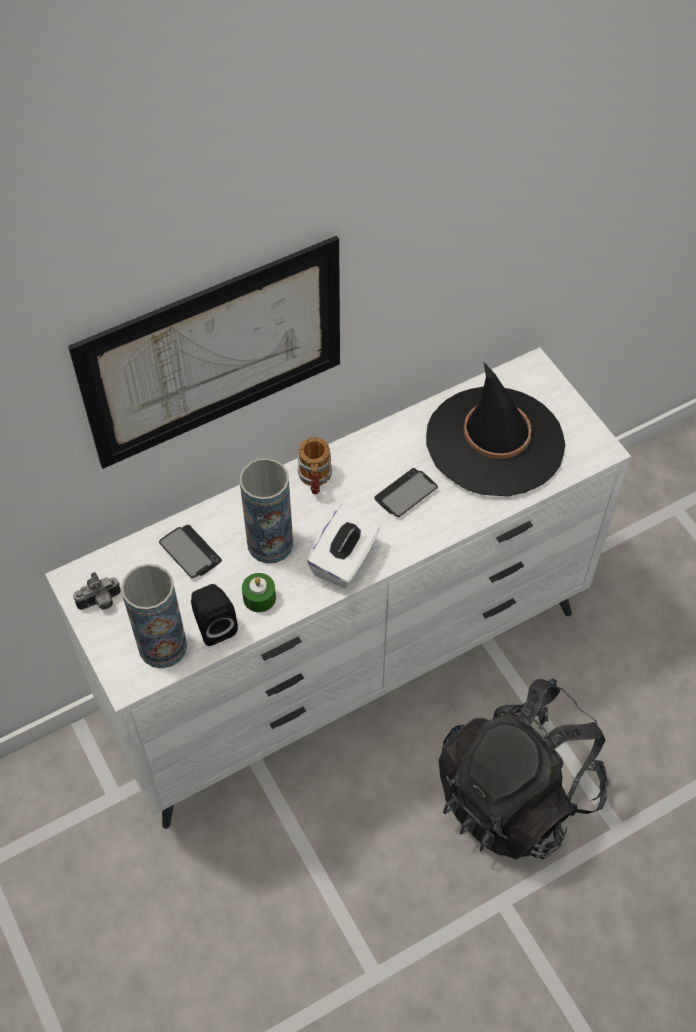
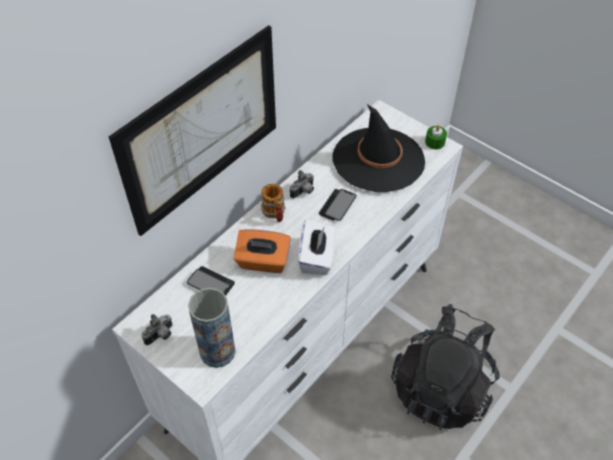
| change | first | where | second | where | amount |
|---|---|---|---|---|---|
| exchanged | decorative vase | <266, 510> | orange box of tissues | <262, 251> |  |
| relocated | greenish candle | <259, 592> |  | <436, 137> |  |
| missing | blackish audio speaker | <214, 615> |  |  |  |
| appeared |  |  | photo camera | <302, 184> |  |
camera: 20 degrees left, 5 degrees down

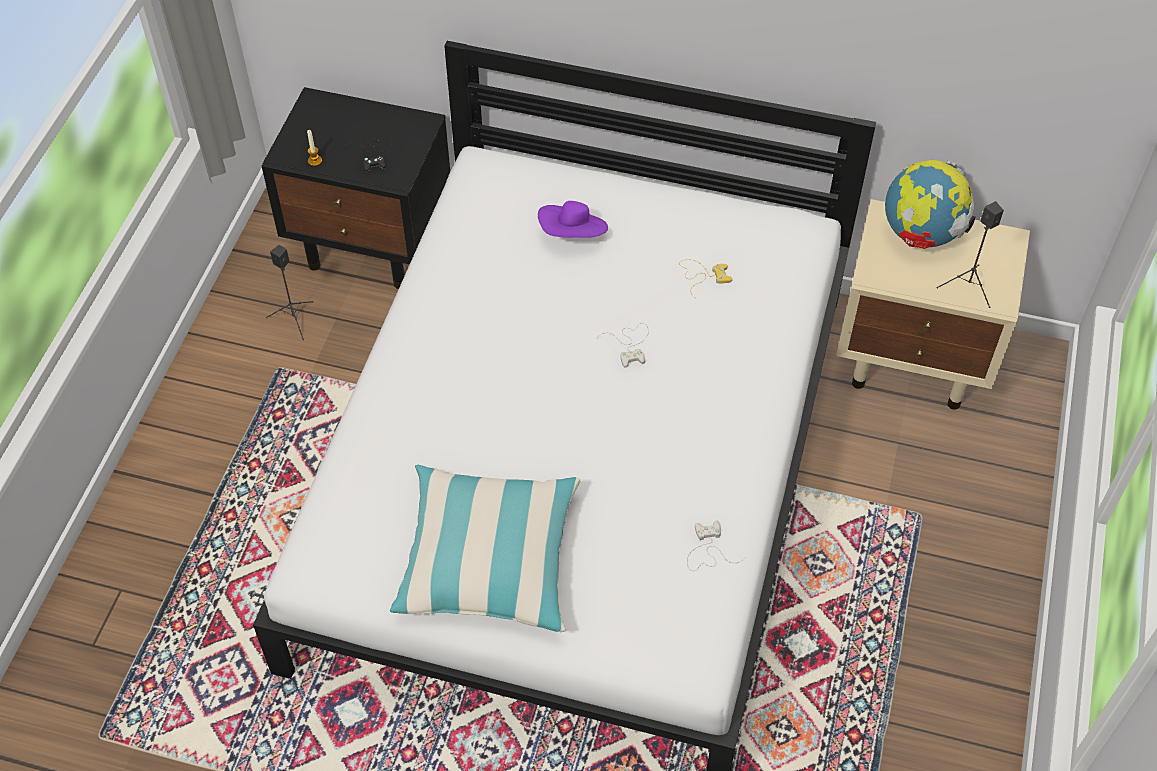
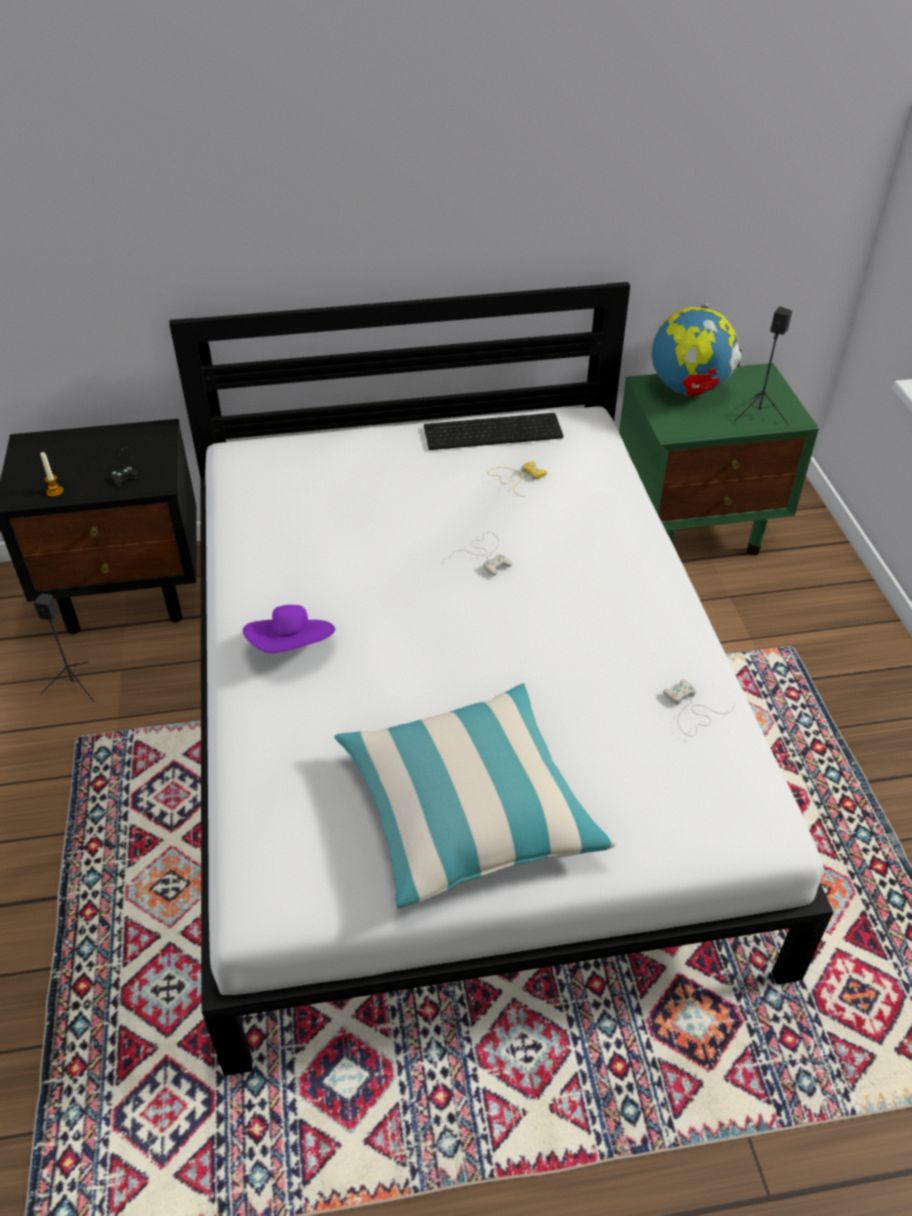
| change | first | where | second | where | amount |
|---|---|---|---|---|---|
| colour | beige-coloured bedside table | <933, 304> | greenish bedside table | <719, 459> |  |
| relocated | purple-coloured clothing hat | <573, 219> |  | <289, 629> |  |
| appeared |  |  | PC keyboard | <493, 431> |  |
camera: 25 degrees left, 10 degrees down

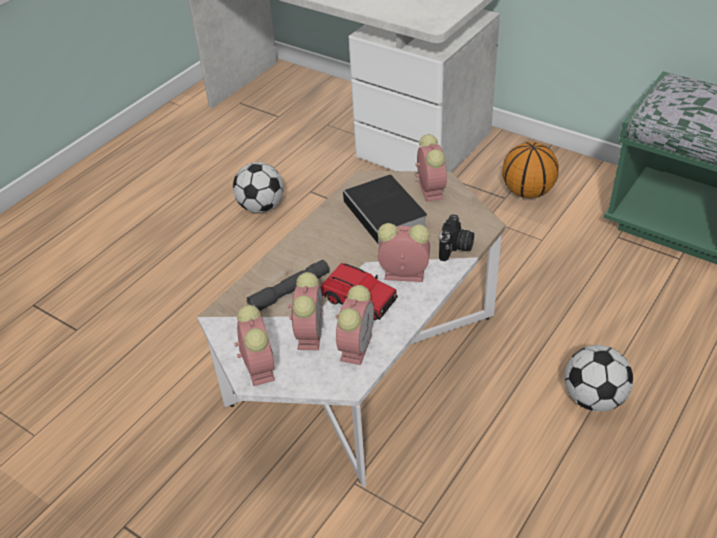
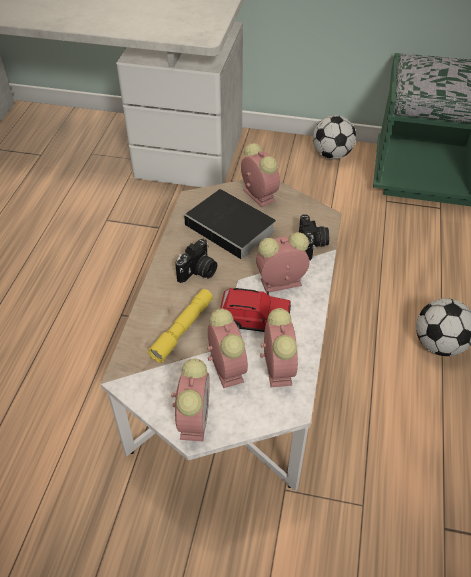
| change | first | where | second | where | amount |
|---|---|---|---|---|---|
| missing | ball for basketball | <530, 170> |  |  |  |
| relocated | football | <258, 187> |  | <334, 137> |  |
| colour | greyish hand torch | <288, 285> | yellow hand torch | <180, 326> |  |
| spun | table clock | <255, 345> |  | <190, 399> | 45 degrees clockwise |
| appeared |  |  | photo camera | <196, 261> |  |
camera: 25 degrees left, 5 degrees up

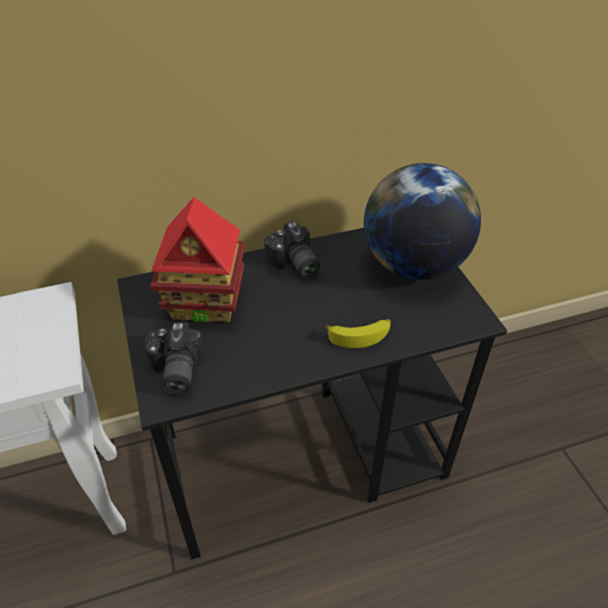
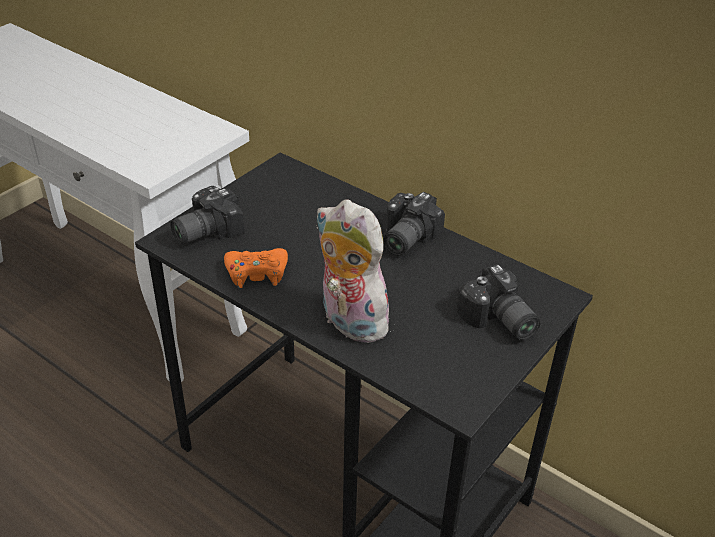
| change | first | where | second | where | amount |
|---|---|---|---|---|---|
| exchanged | desk globe | <422, 221> | photo camera | <498, 302> |  |
| missing | toy house | <197, 259> |  |  |  |
| exchanged | banana fruit | <358, 333> | soft toy | <356, 271> |  |
| appeared |  |  | orange joypad | <256, 268> |  |
camera: 55 degrees right, 5 degrees down

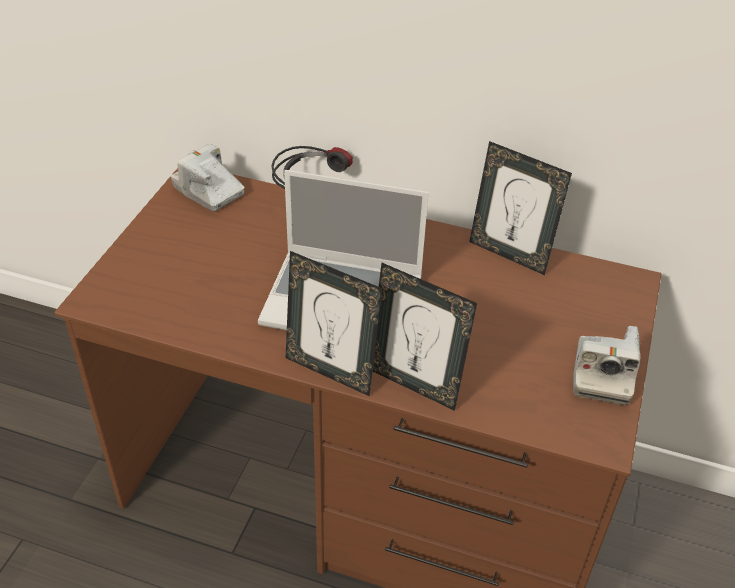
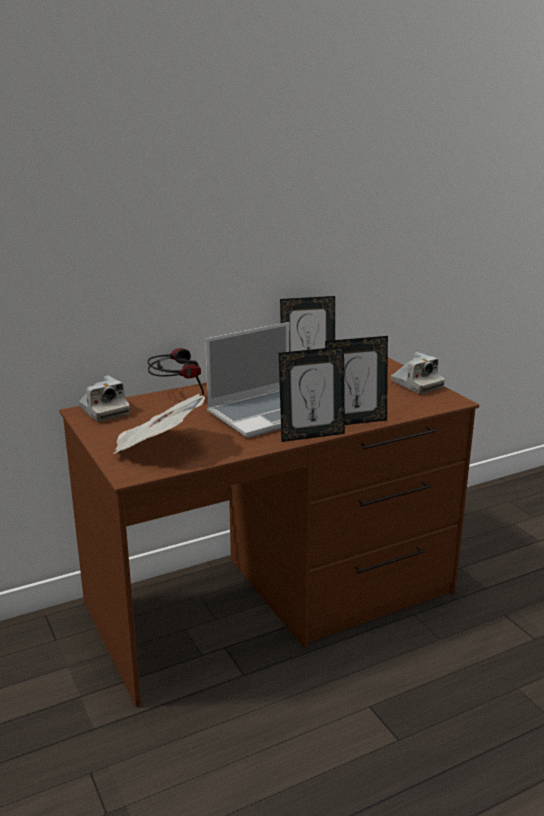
| change | first | where | second | where | amount |
|---|---|---|---|---|---|
| spun | photo camera | <208, 177> |  | <104, 398> | 120 degrees counterclockwise |
| appeared |  |  | daily paper | <159, 424> |  |
camera: 45 degrees left, 20 degrees down

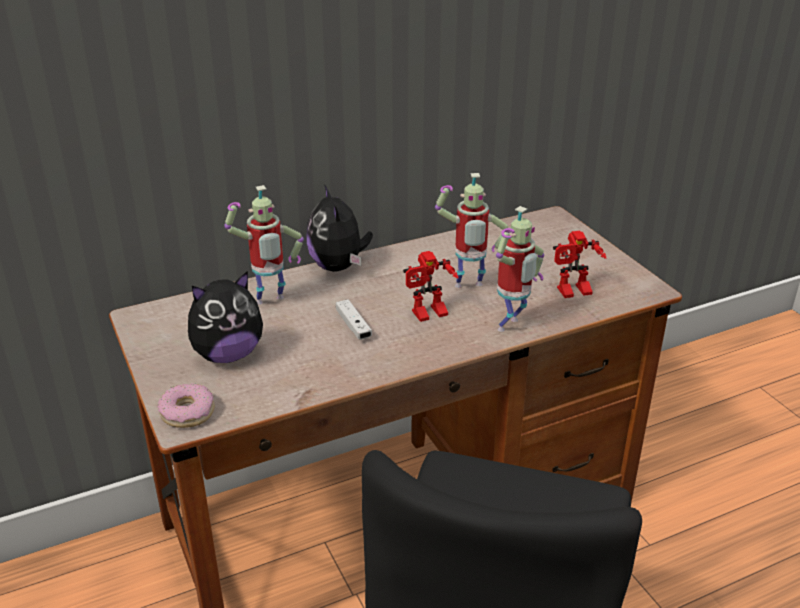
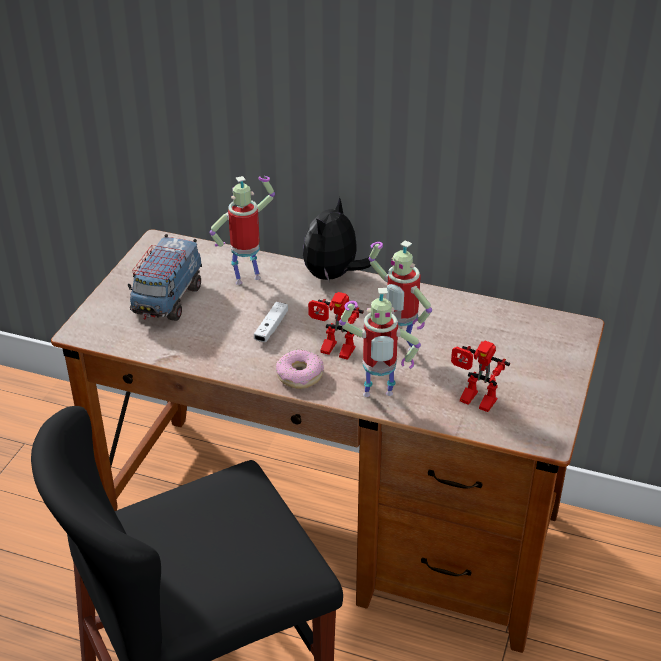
| change | first | where | second | where | amount |
|---|---|---|---|---|---|
| spun | toy robot | <264, 245> |  | <242, 230> | 135 degrees clockwise |
| exchanged | soft toy | <225, 317> | toy truck | <165, 277> |  |
| relocated | donut | <186, 405> |  | <300, 369> |  |
camera: 45 degrees right, 5 degrees up

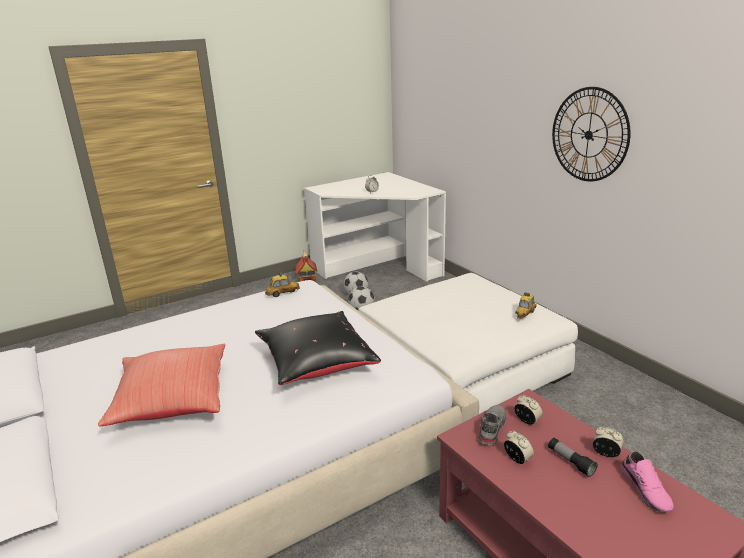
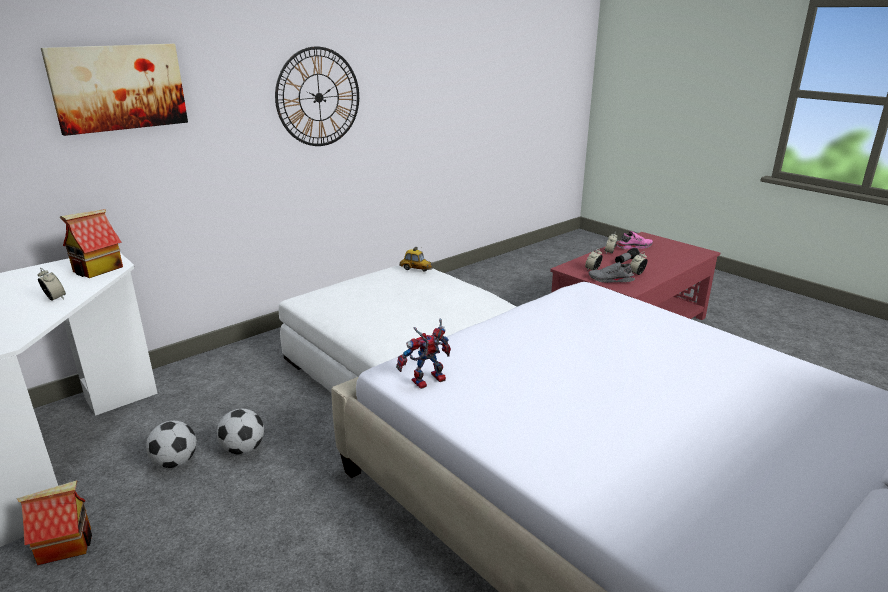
| change | first | where | second | where | amount |
|---|---|---|---|---|---|
| exchanged | model car | <282, 284> | toy robot | <423, 354> |  |
| missing | blackish pillow | <318, 348> |  |  |  |
| missing | red-coloured pillow | <161, 385> |  |  |  |
| appeared |  |  | picture | <114, 90> |  |
| appeared |  |  | toy house | <91, 243> |  |
camera: 100 degrees left, 0 degrees up

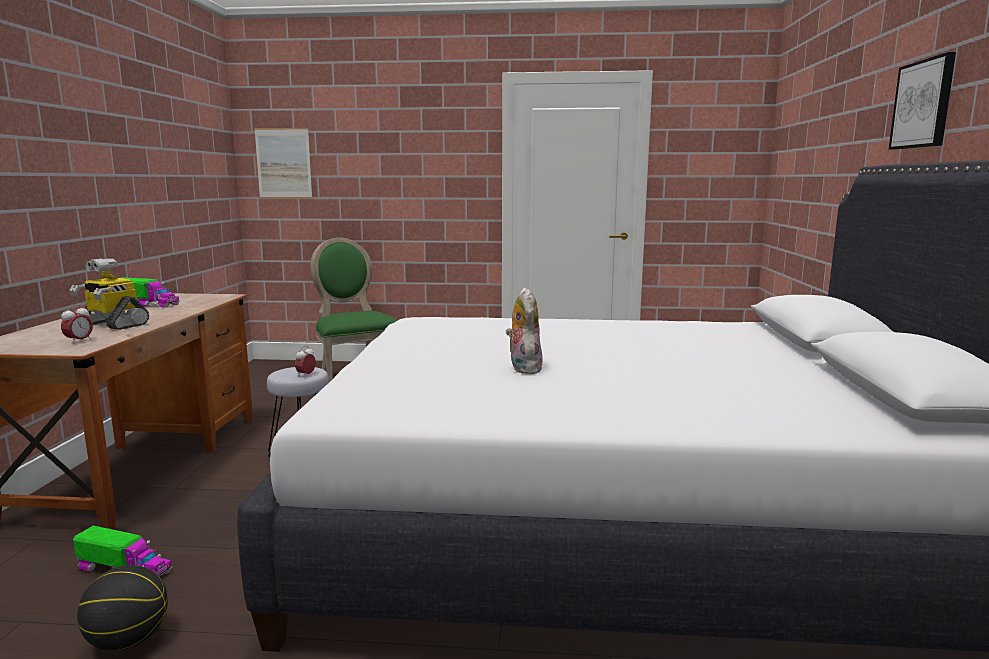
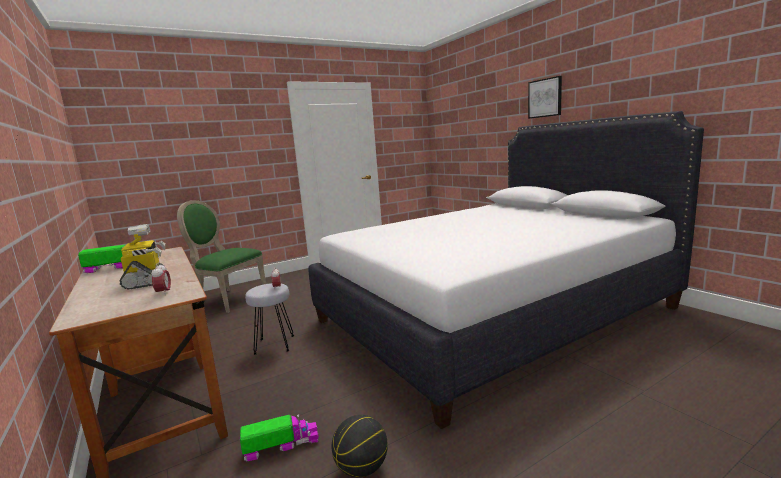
| change | first | where | second | where | amount |
|---|---|---|---|---|---|
| missing | picture | <283, 163> |  |  |  |
| spun | toy robot | <109, 294> |  | <143, 256> | 105 degrees counterclockwise |
| missing | soft toy | <524, 330> |  |  |  |
camera: 35 degrees left, 0 degrees up

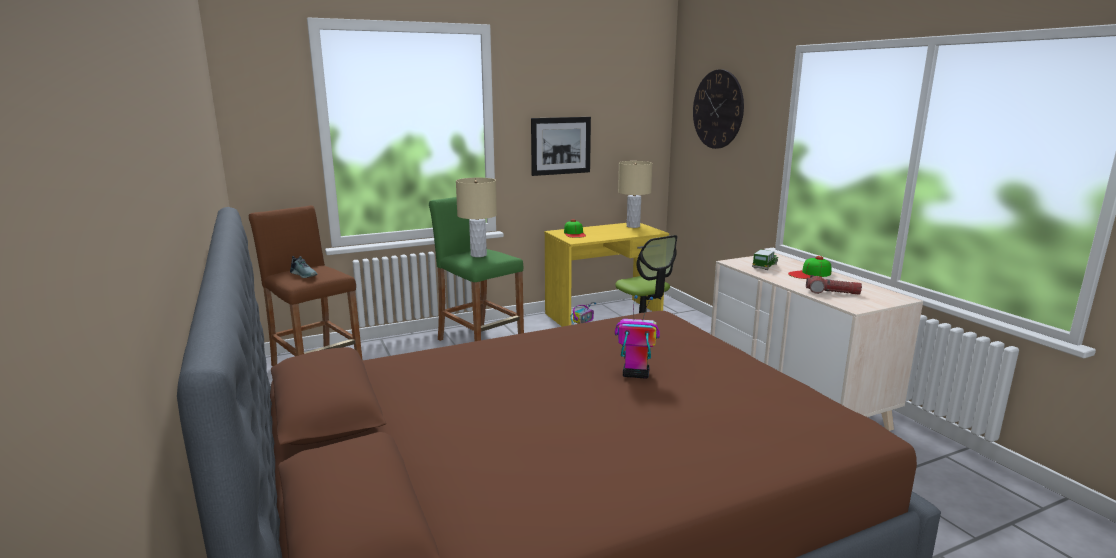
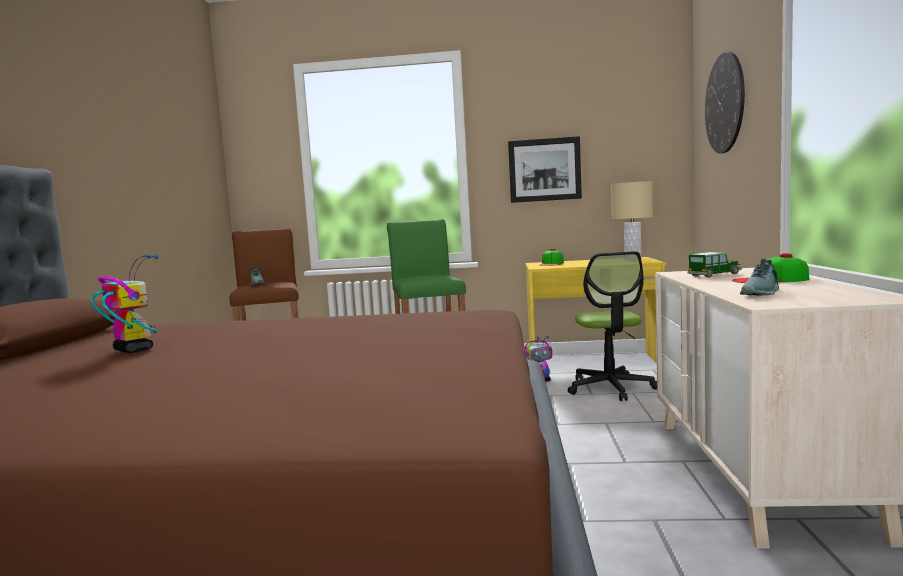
| change | first | where | second | where | amount |
|---|---|---|---|---|---|
| missing | beige-coloured table lamp | <476, 217> |  |  |  |
| exchanged | hand torch | <834, 285> | shoe | <759, 277> |  |
| relocated | toy robot | <637, 337> |  | <125, 304> |  |
camera: 30 degrees right, 10 degrees down

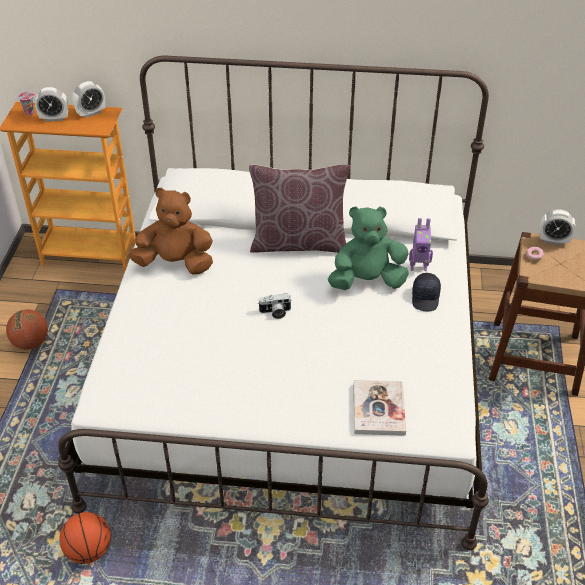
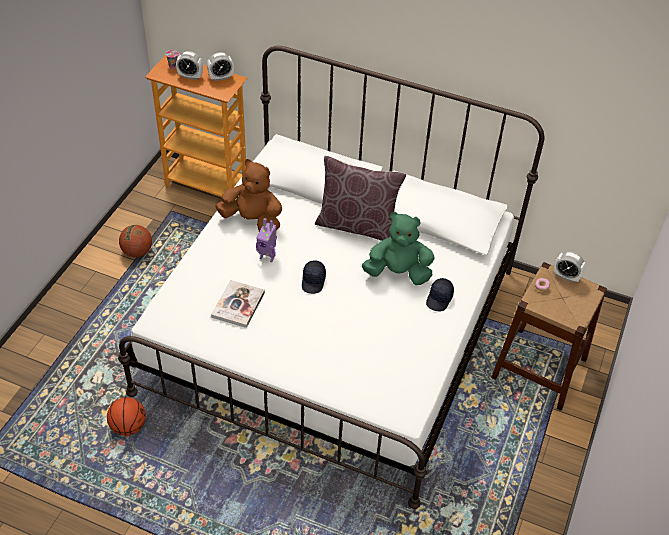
| change | first | where | second | where | amount |
|---|---|---|---|---|---|
| relocated | toy robot | <421, 244> |  | <266, 240> |  |
| exchanged | photo camera | <275, 306> | blackish cap | <314, 277> |  |
| relocated | bound book | <380, 408> |  | <238, 304> |  |
camera: 15 degrees right, 5 degrees up

